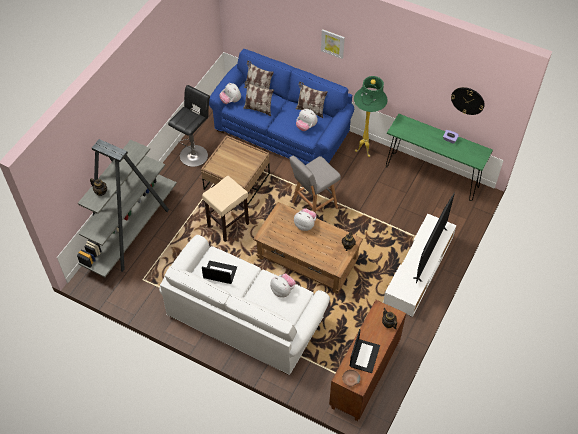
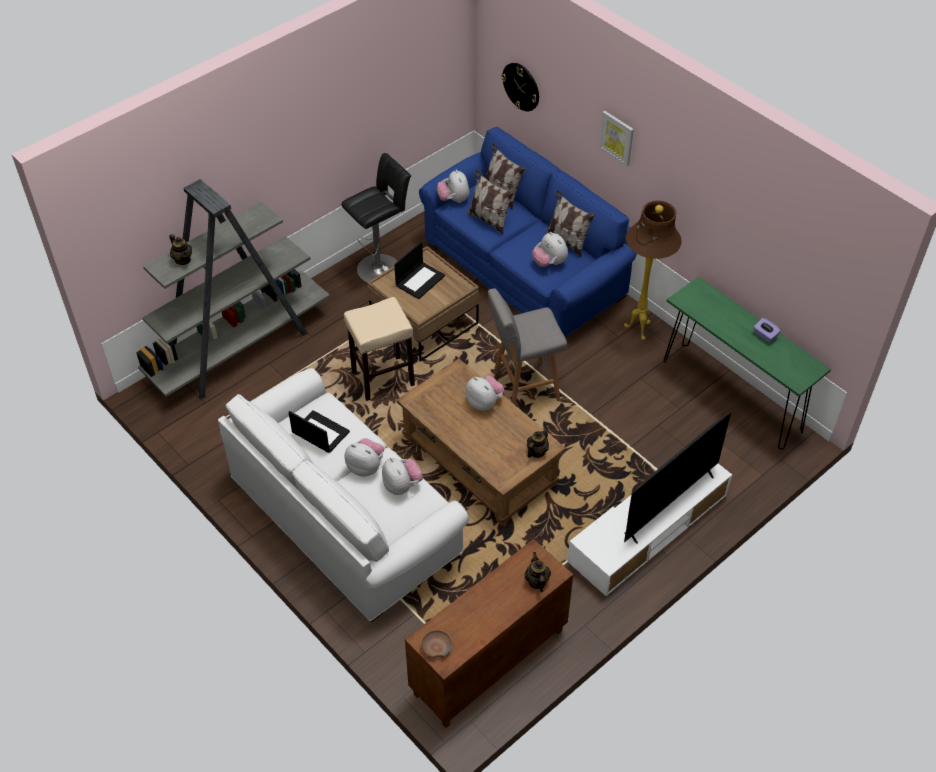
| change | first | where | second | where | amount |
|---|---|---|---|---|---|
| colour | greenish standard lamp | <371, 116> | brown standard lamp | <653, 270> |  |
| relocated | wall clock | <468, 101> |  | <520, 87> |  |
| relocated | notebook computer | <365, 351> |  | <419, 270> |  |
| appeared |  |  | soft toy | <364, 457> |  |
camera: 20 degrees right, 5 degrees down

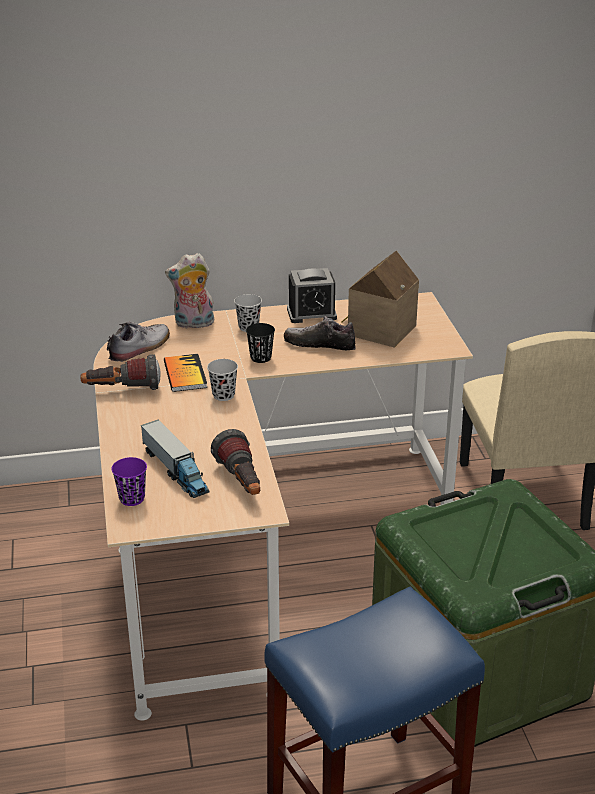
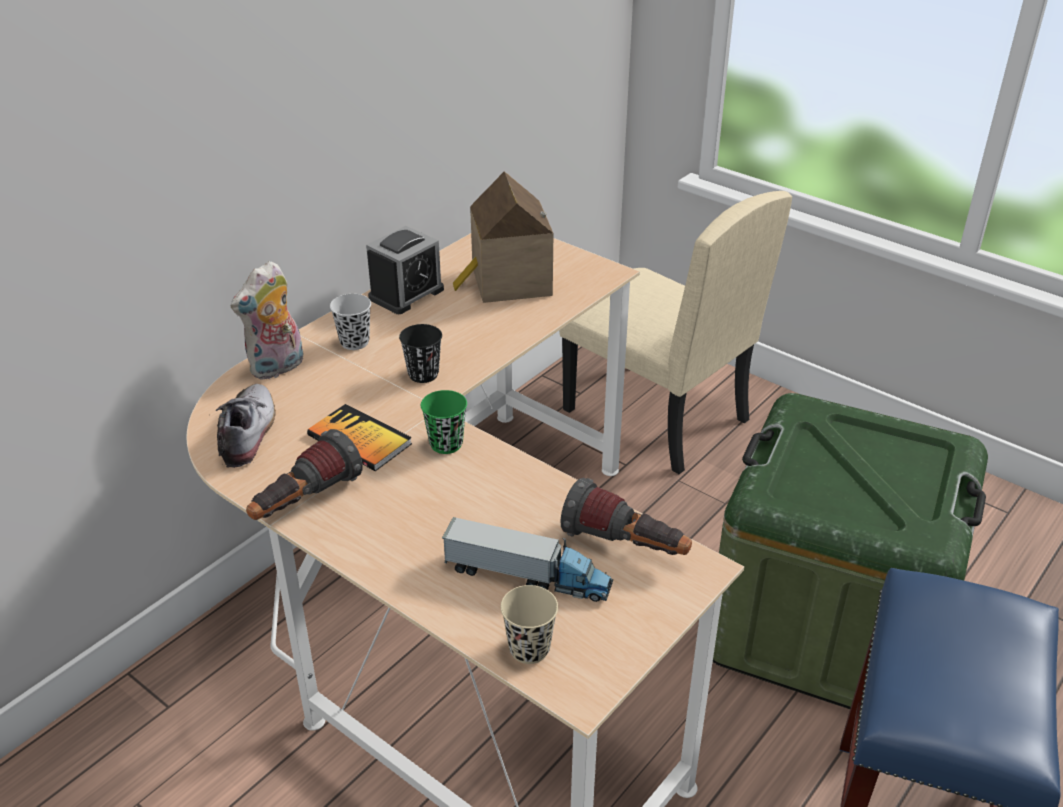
| change | first | where | second | where | amount |
|---|---|---|---|---|---|
| missing | shoe | <320, 333> |  |  |  |
| colour | blackish small cup | <222, 380> | greenish small cup | <444, 422> |  |
| colour | purple-coloured small cup | <129, 481> | beige-coloured small cup | <529, 624> |  |
camera: 40 degrees left, 5 degrees up

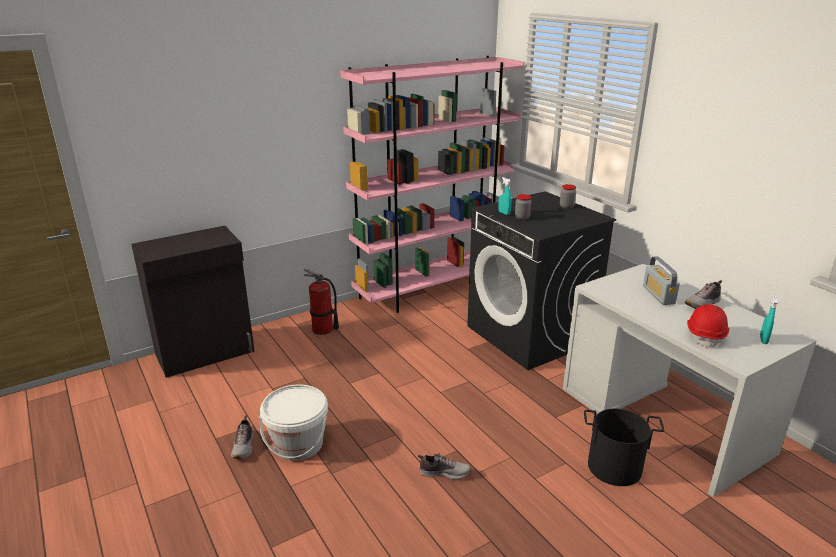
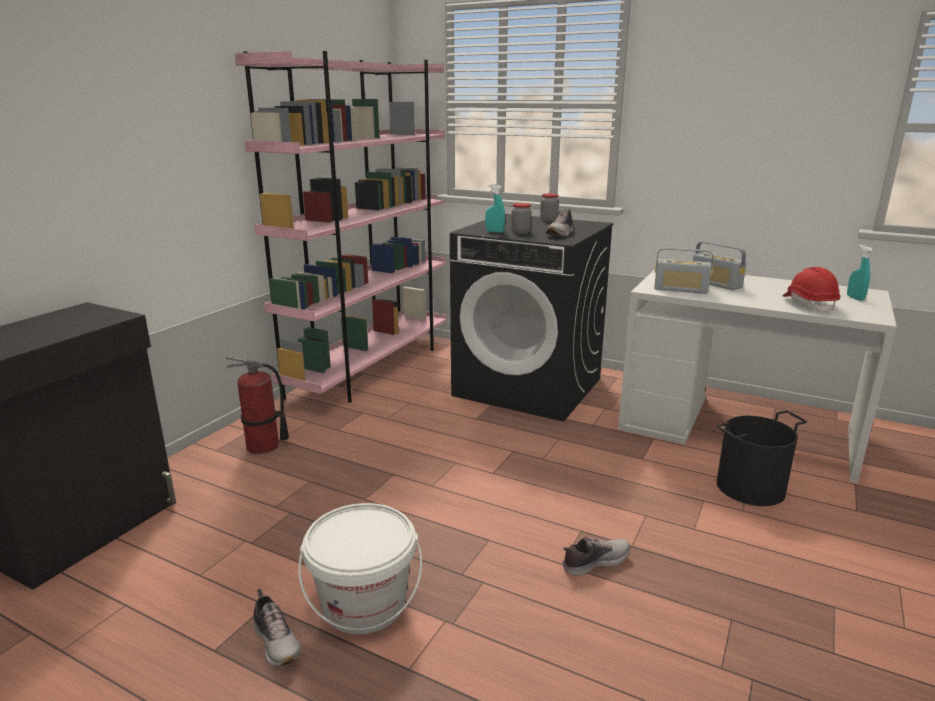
| change | first | where | second | where | amount |
|---|---|---|---|---|---|
| relocated | shoe | <703, 294> |  | <559, 223> |  |
| appeared |  |  | radio receiver | <683, 270> |  |
camera: 30 degrees left, 5 degrees down

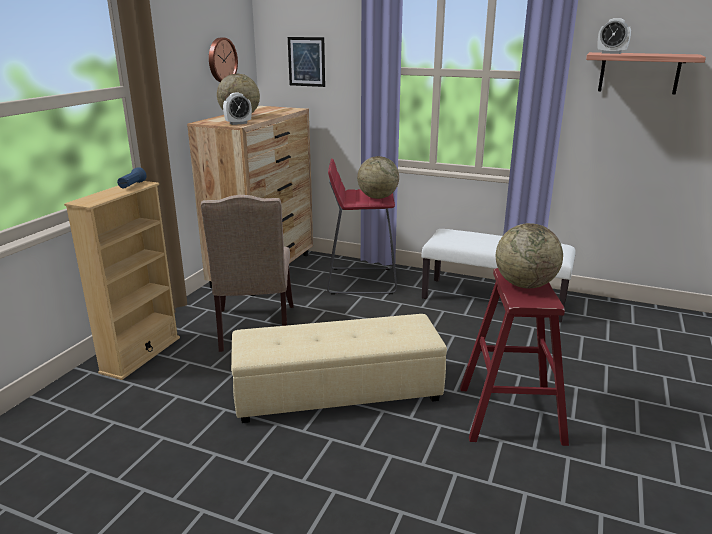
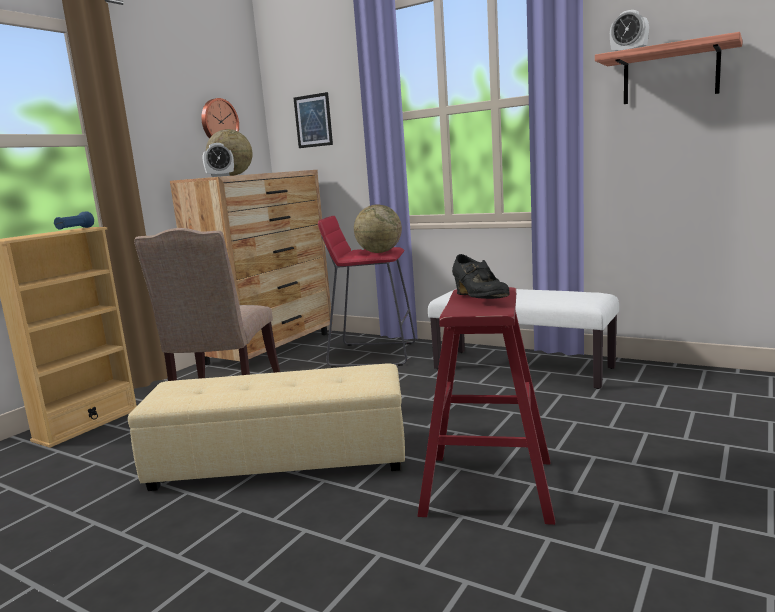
| change | first | where | second | where | amount |
|---|---|---|---|---|---|
| exchanged | desk globe | <529, 255> | blackish shoe | <481, 276> |  |
camera: 10 degrees right, 10 degrees down

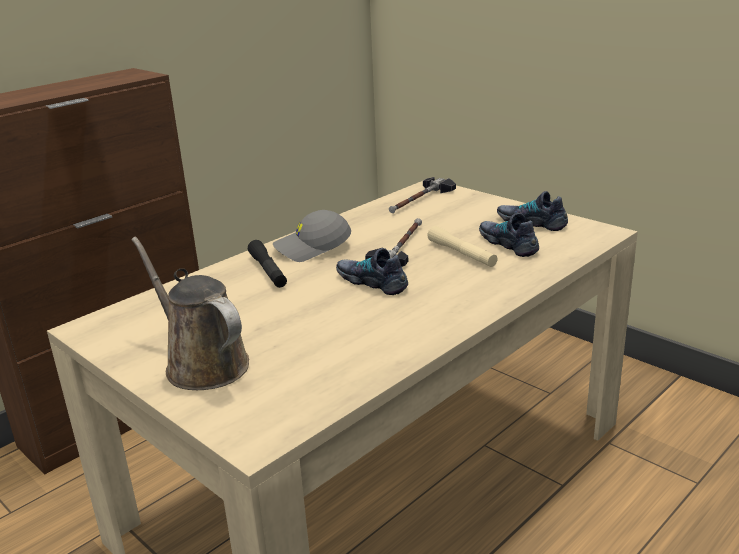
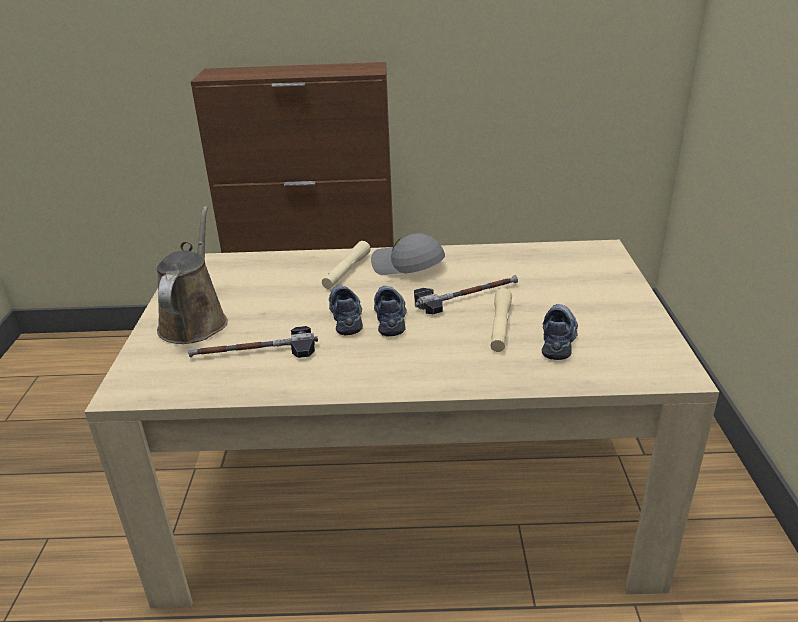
| change | first | where | second | where | amount |
|---|---|---|---|---|---|
| relocated | tool hammer | <422, 195> |  | <253, 342> |  |
| relocated | shoe | <532, 211> |  | <346, 310> |  |
| colour | blackish hand torch | <267, 264> | beige-coloured hand torch | <346, 265> |  |
camera: 45 degrees right, 5 degrees up

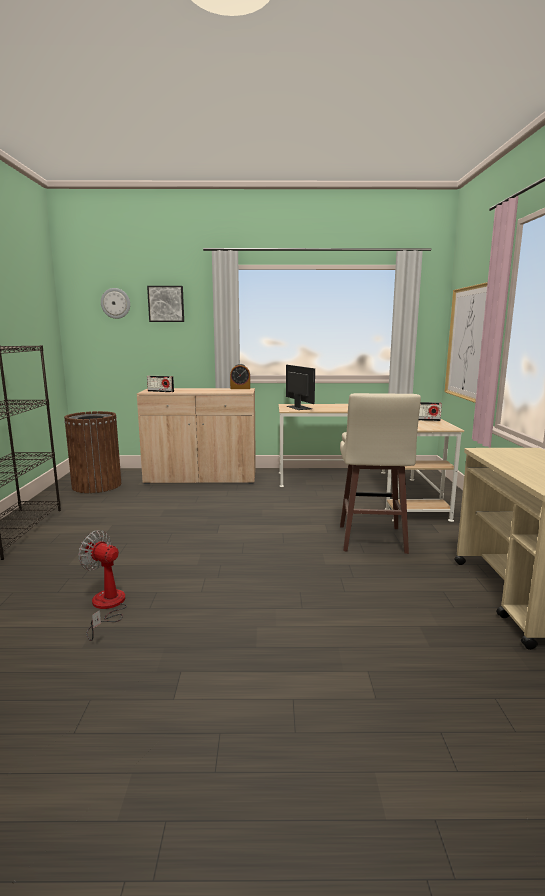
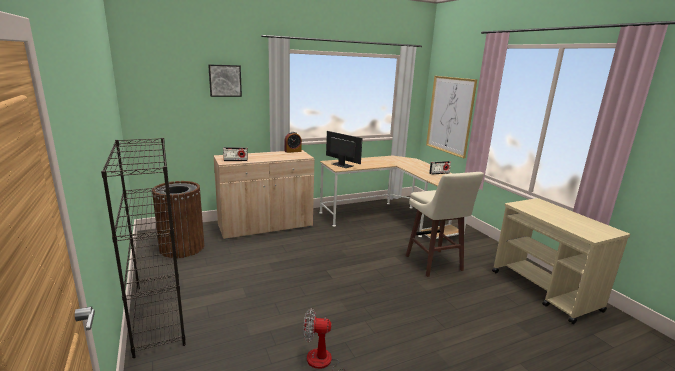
| change | first | where | second | where | amount |
|---|---|---|---|---|---|
| missing | wall clock | <115, 303> |  |  |  |
camera: 25 degrees left, 5 degrees up

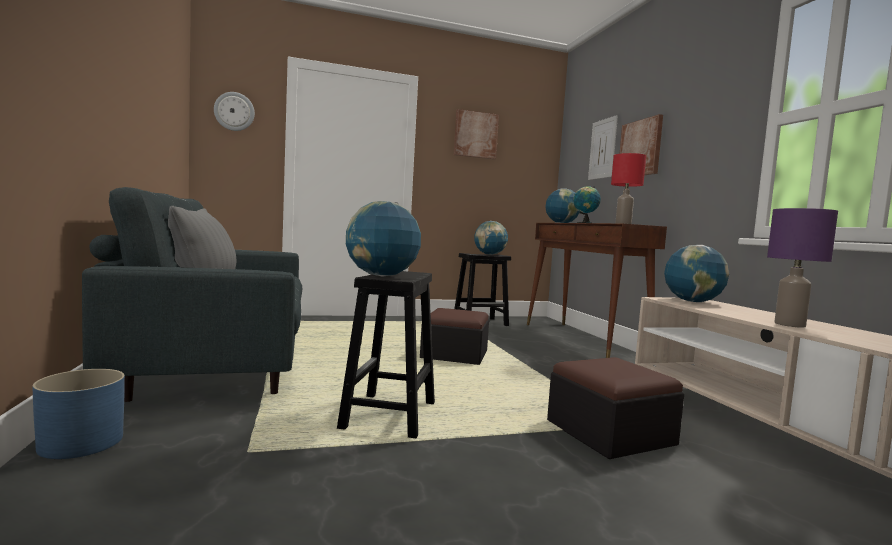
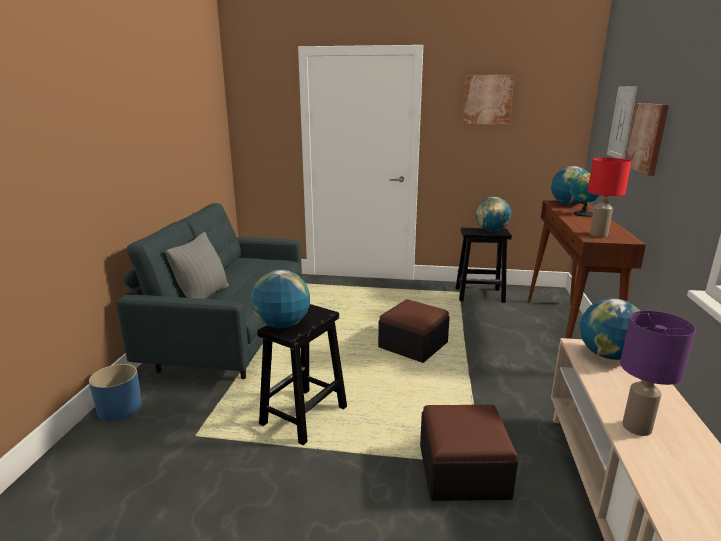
| change | first | where | second | where | amount |
|---|---|---|---|---|---|
| missing | wall clock | <234, 111> |  |  |  |
camera: 25 degrees right, 15 degrees up

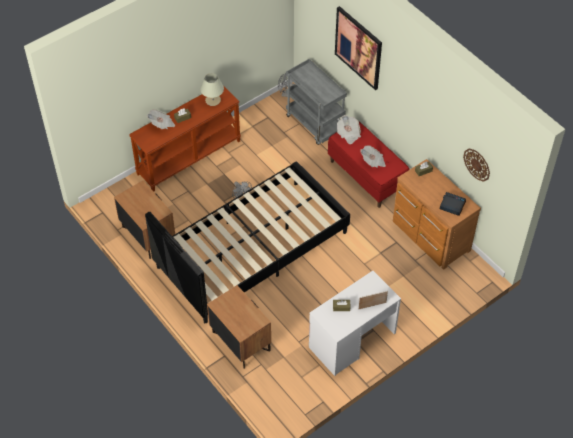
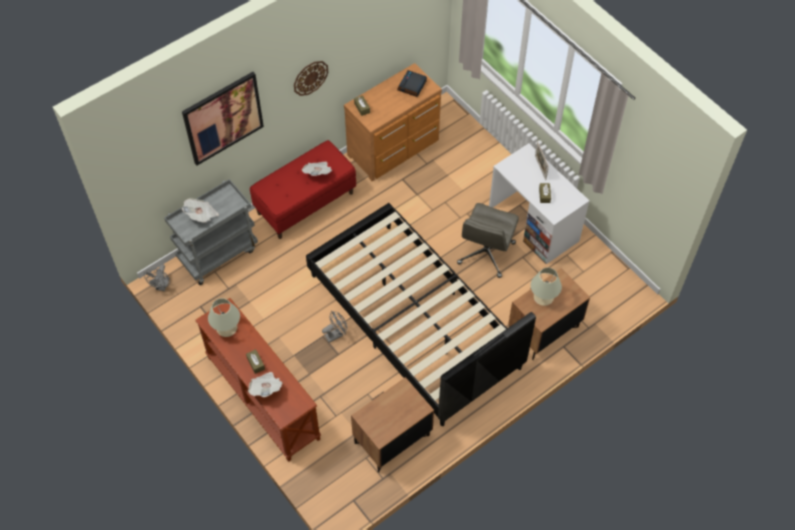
| change | first | where | second | where | amount |
|---|---|---|---|---|---|
| relocated | daily paper | <349, 129> |  | <200, 210> |  |
| relocated | wall clock | <476, 165> |  | <311, 78> |  |
| appeared |  |  | greyish computer chair | <488, 240> |  |
| appeared |  |  | beige-coloured table lamp | <546, 287> |  |
camera: 90 degrees left, 5 degrees up

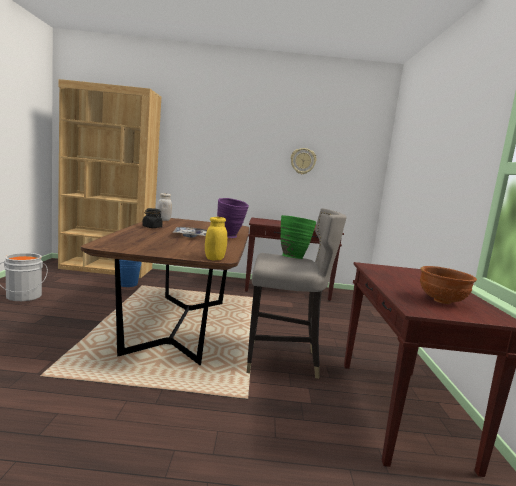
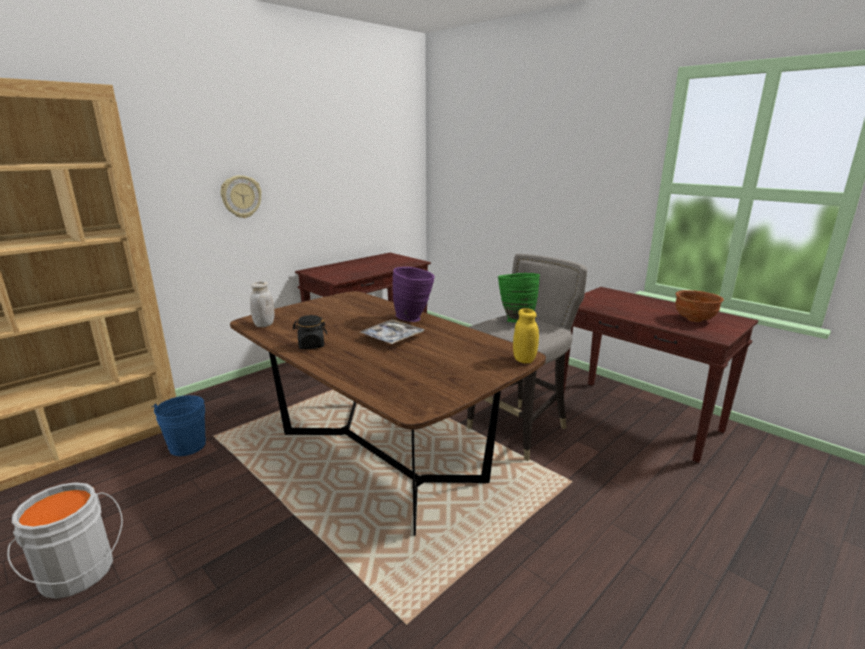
| change | first | where | second | where | amount |
|---|---|---|---|---|---|
| relocated | wall clock | <304, 161> |  | <241, 196> |  |
camera: 45 degrees left, 10 degrees up

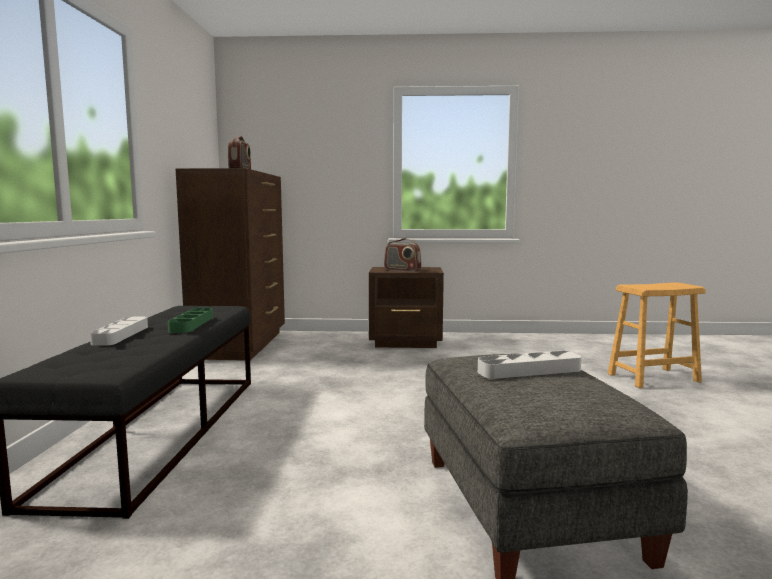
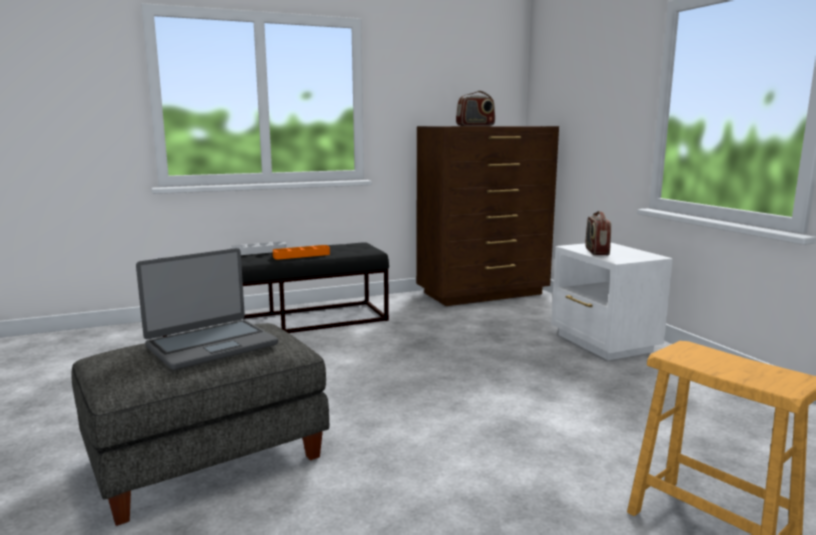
| change | first | where | second | where | amount |
|---|---|---|---|---|---|
| colour | brown bedside table | <406, 307> | white bedside table | <612, 301> |  |
| colour | greenish serving tray | <190, 320> | orange serving tray | <301, 252> |  |
| exchanged | greyish serving tray | <530, 365> | notebook computer | <207, 309> |  |
camera: 65 degrees right, 5 degrees up

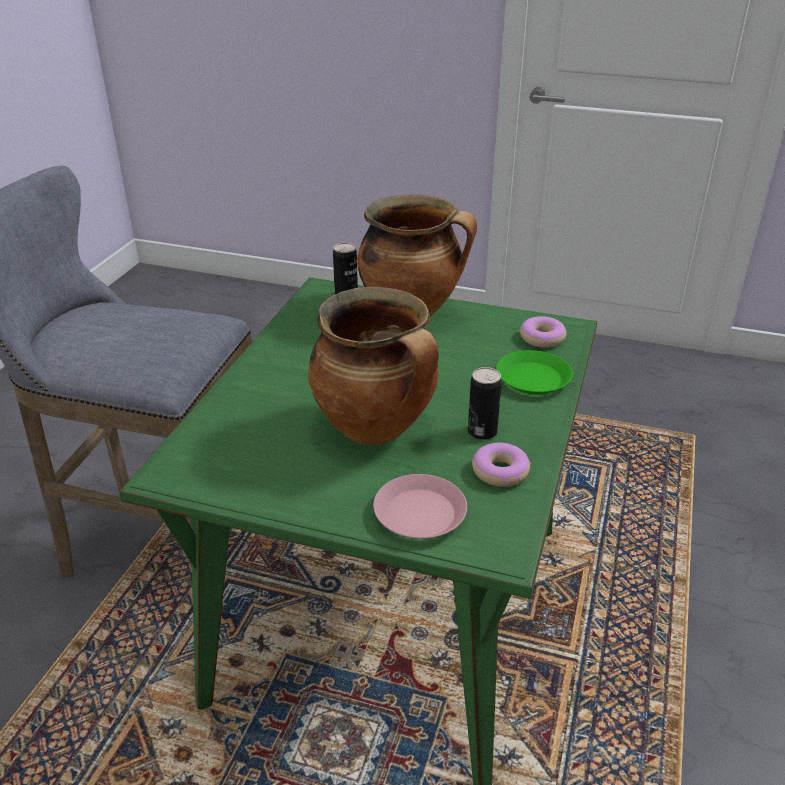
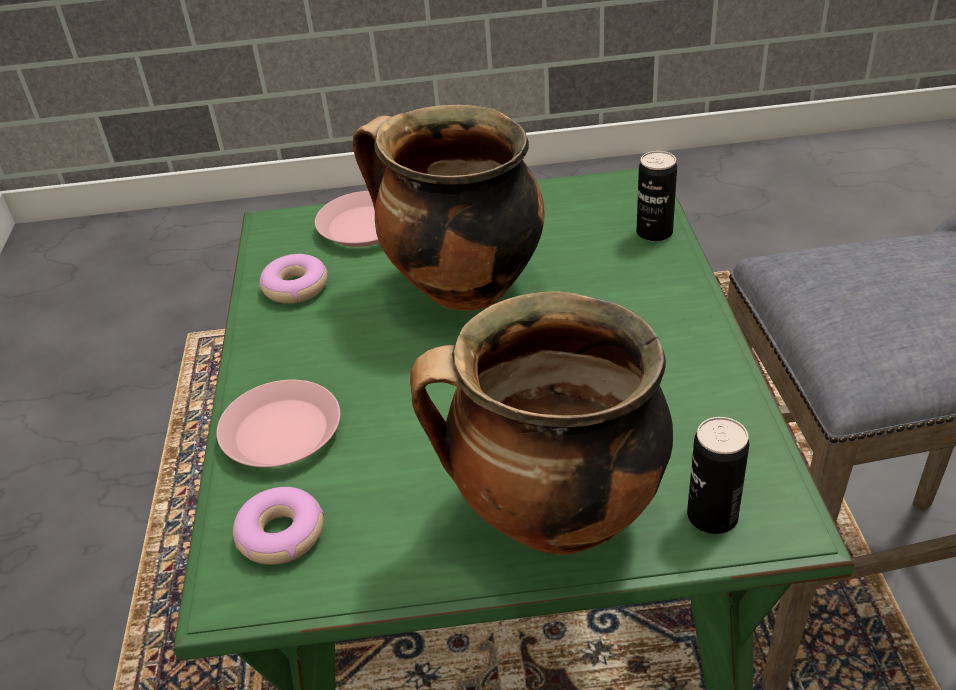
| change | first | where | second | where | amount |
|---|---|---|---|---|---|
| colour | greenish dinner plate | <534, 372> | pink dinner plate | <278, 423> |  |
| relocated | sealed can | <485, 403> |  | <657, 196> |  |
camera: 160 degrees right, 5 degrees up

